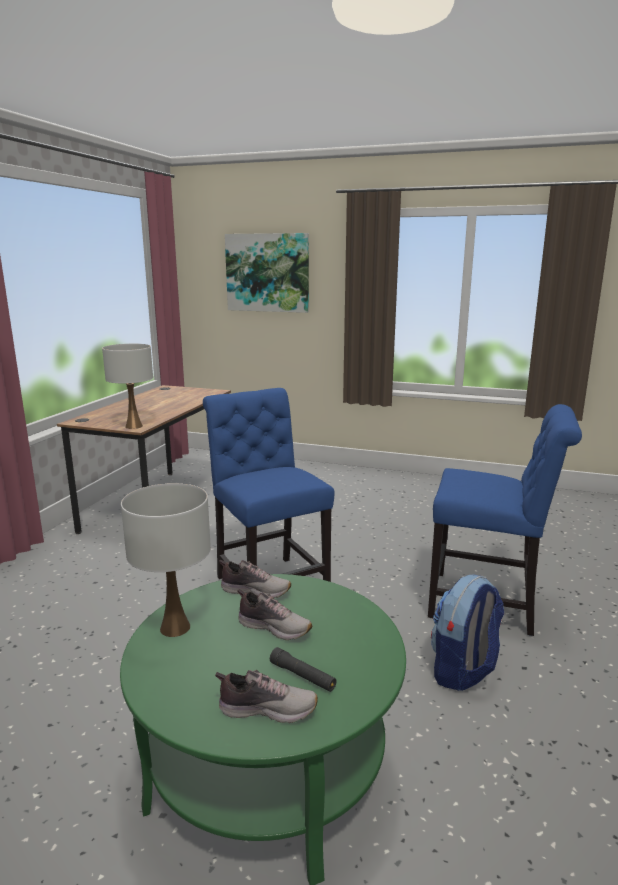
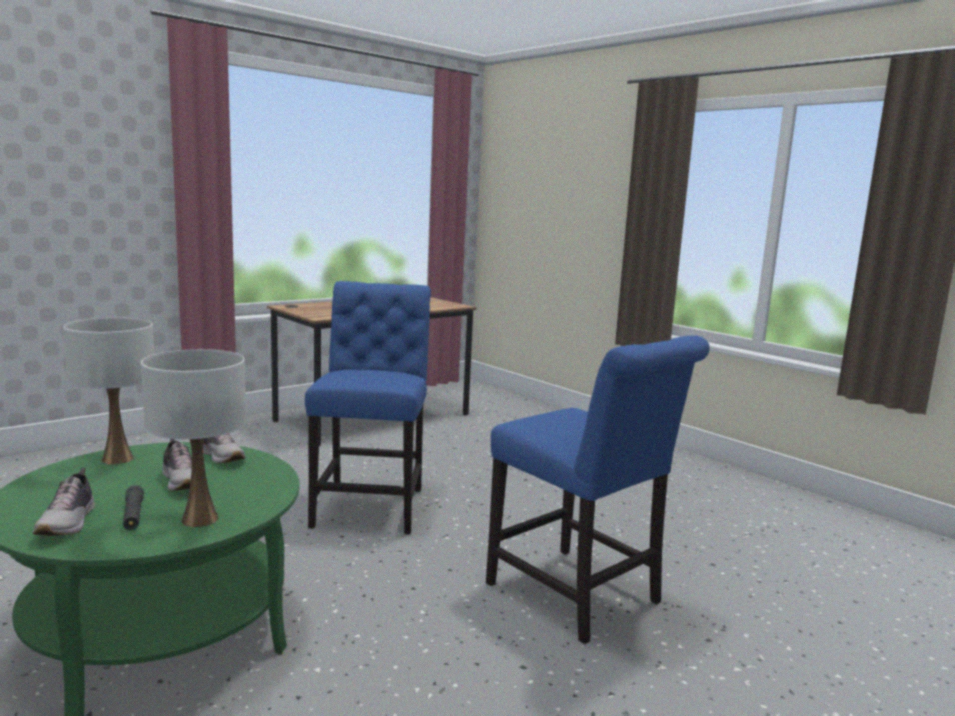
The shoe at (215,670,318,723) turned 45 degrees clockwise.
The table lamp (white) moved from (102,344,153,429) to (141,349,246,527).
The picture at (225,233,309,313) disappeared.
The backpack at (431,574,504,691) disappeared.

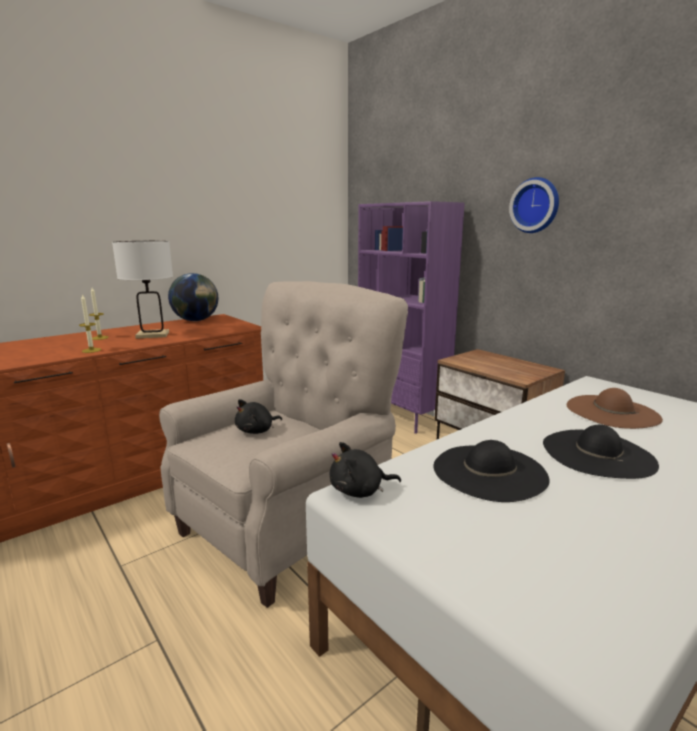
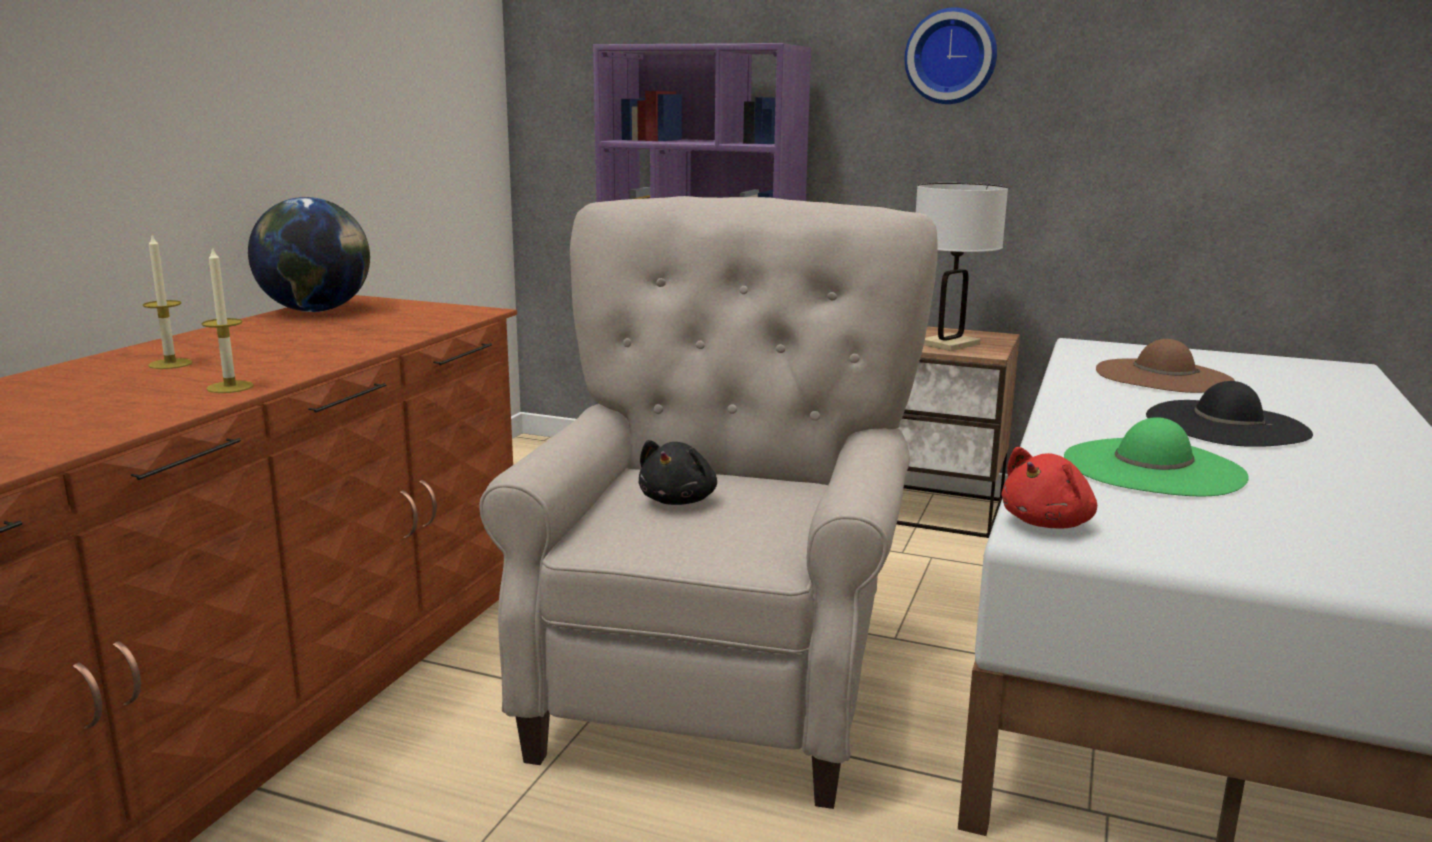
The table lamp (white) moved from (112,241,173,339) to (916,183,1008,351).
The plush toy (black) at (330,442,401,498) became the plush toy (red) at (1001,447,1097,528).
The hat (black) at (434,440,550,502) became the hat (green) at (1064,417,1249,497).

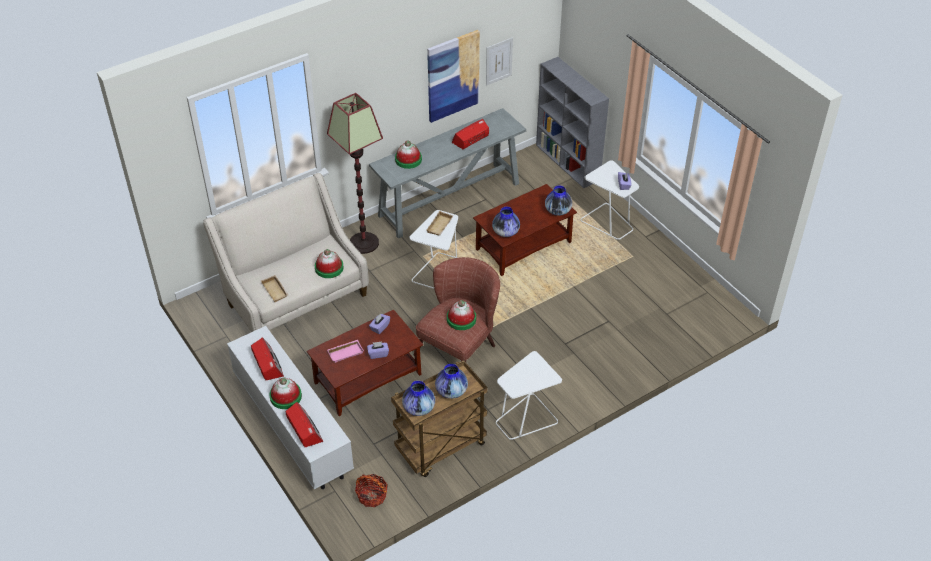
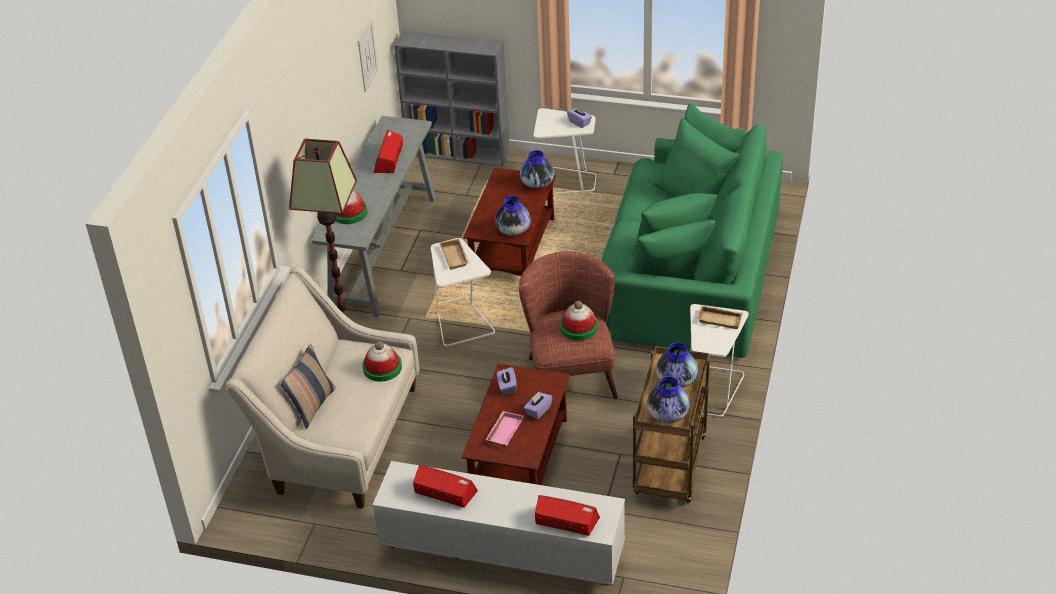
The pillow at (281,343,336,429) appeared.
The sofa (green) at (601,103,783,358) appeared.
The tray (beige) moved from (261,275,289,302) to (697,305,743,329).
The hat at (270,378,302,409) disappeared.
The basket at (355,474,387,507) disappeared.
The picture at (427,30,480,123) disappeared.

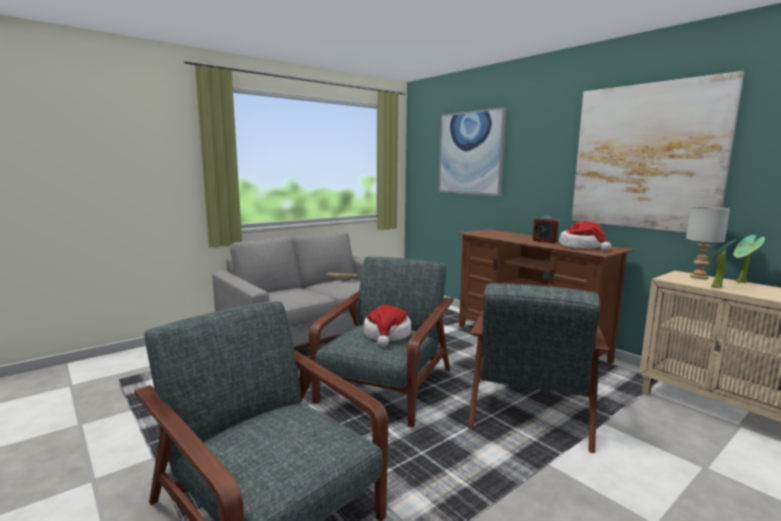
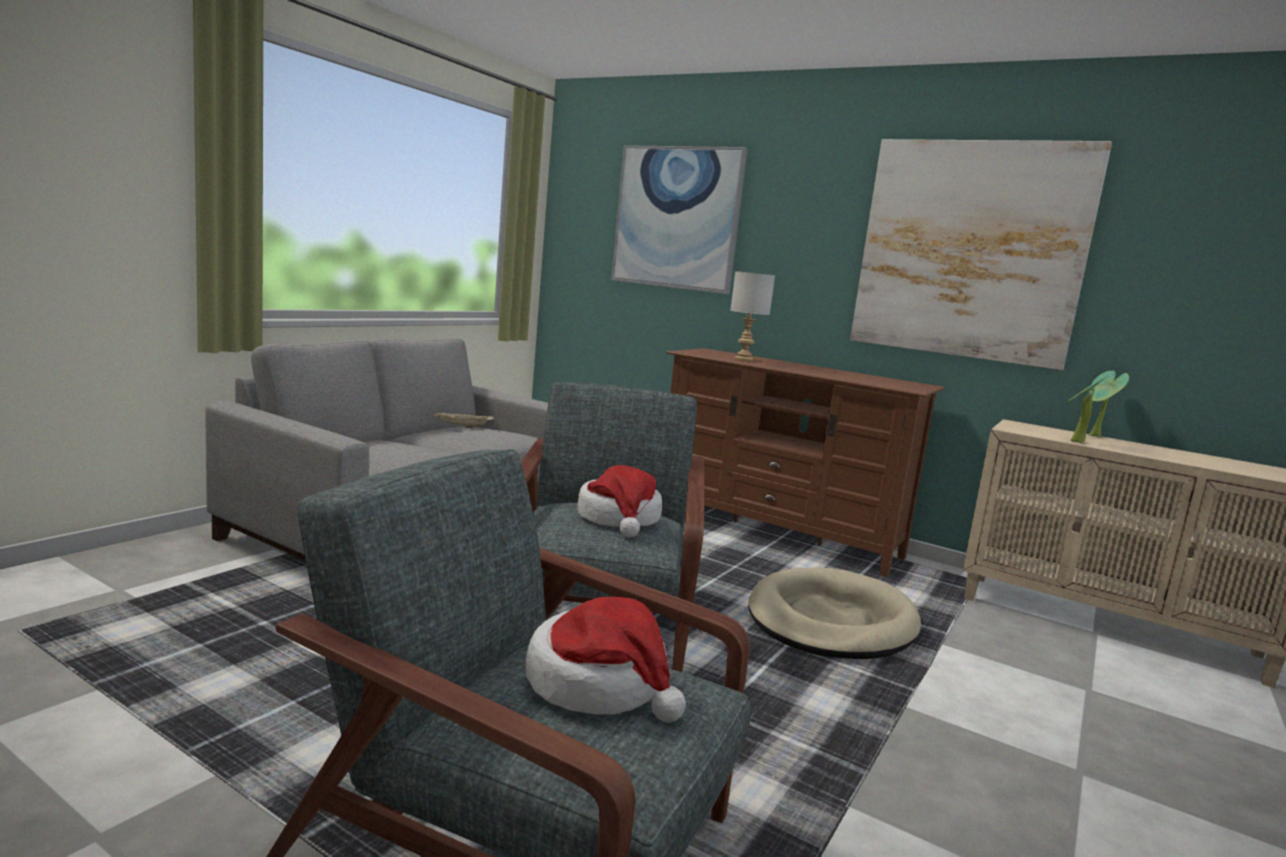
The hat moved from (559,221,611,251) to (525,597,686,723).
The table lamp (grey) moved from (686,207,730,279) to (730,271,775,361).
The armchair (grey) at (468,283,609,453) was replaced by the dog bed (beige) at (748,568,921,659).
The alarm clock at (533,216,560,243) disappeared.

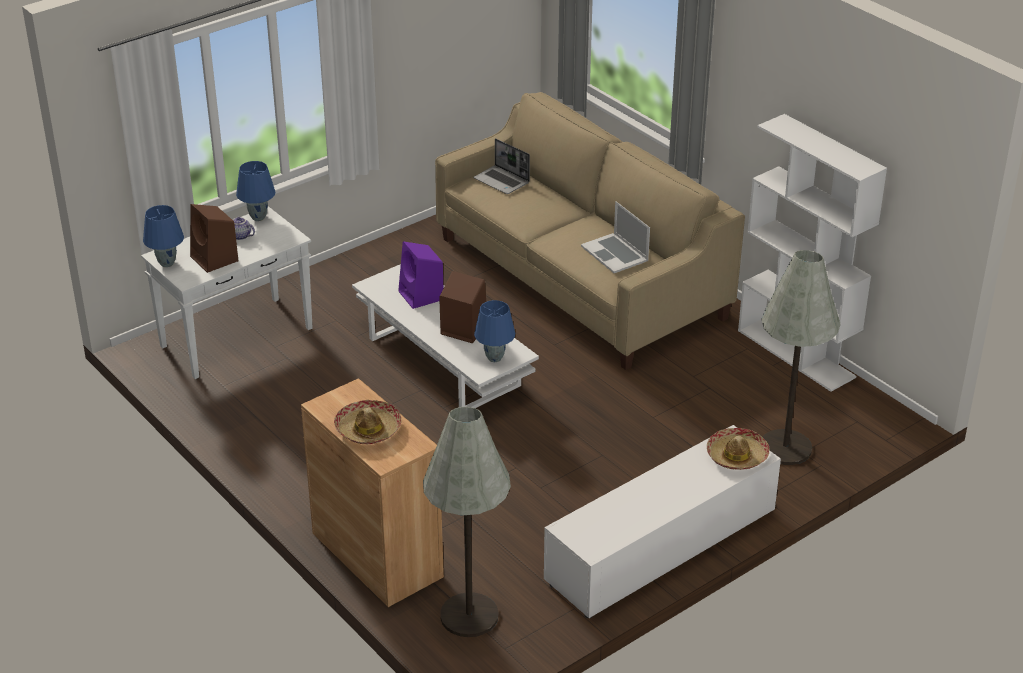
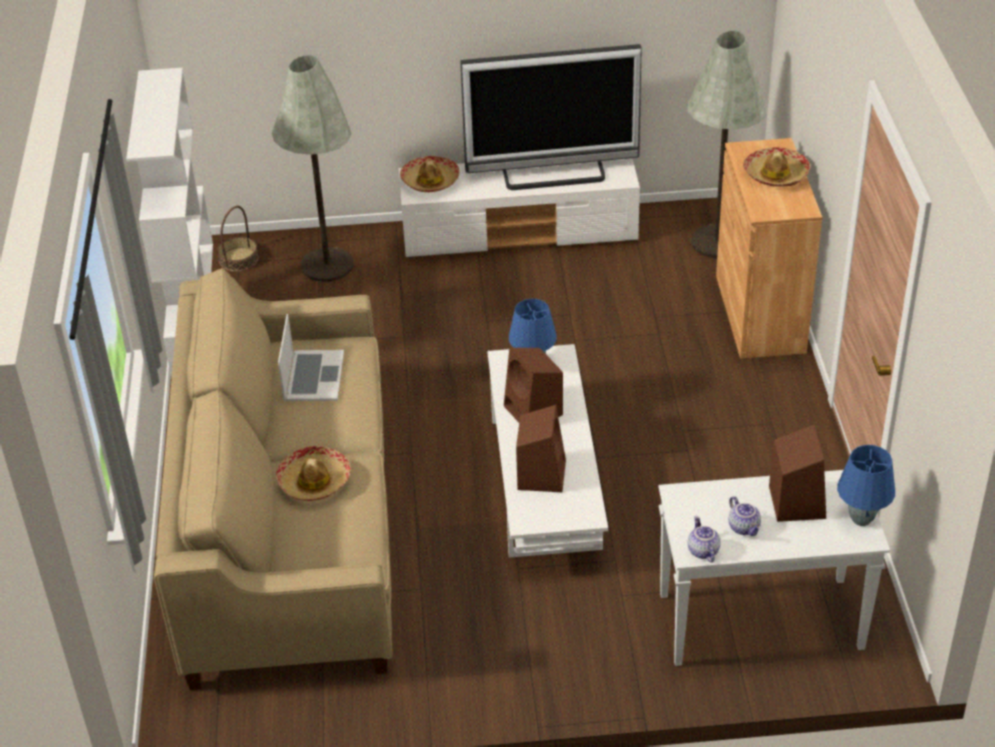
The basket at (217,206,259,272) appeared.
The hat at (276,446,351,501) appeared.
The television at (460,44,642,190) appeared.
The speaker (purple) at (398,241,443,309) became the speaker (brown) at (516,405,566,492).
The table lamp (blue) at (236,161,275,221) was replaced by the teapot at (688,516,721,563).
The laptop at (473,138,530,194) disappeared.

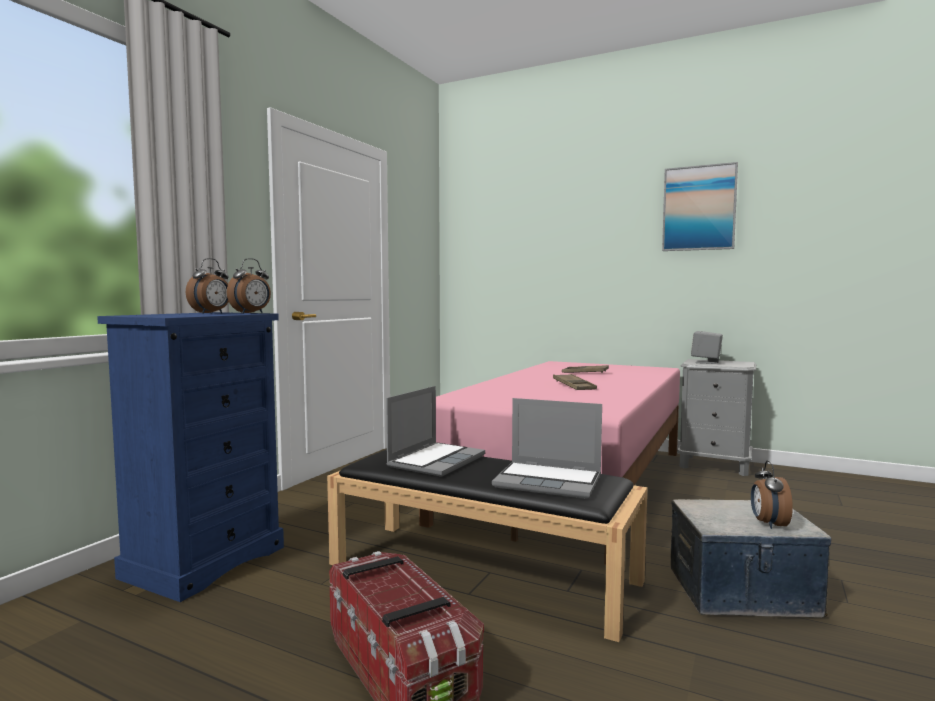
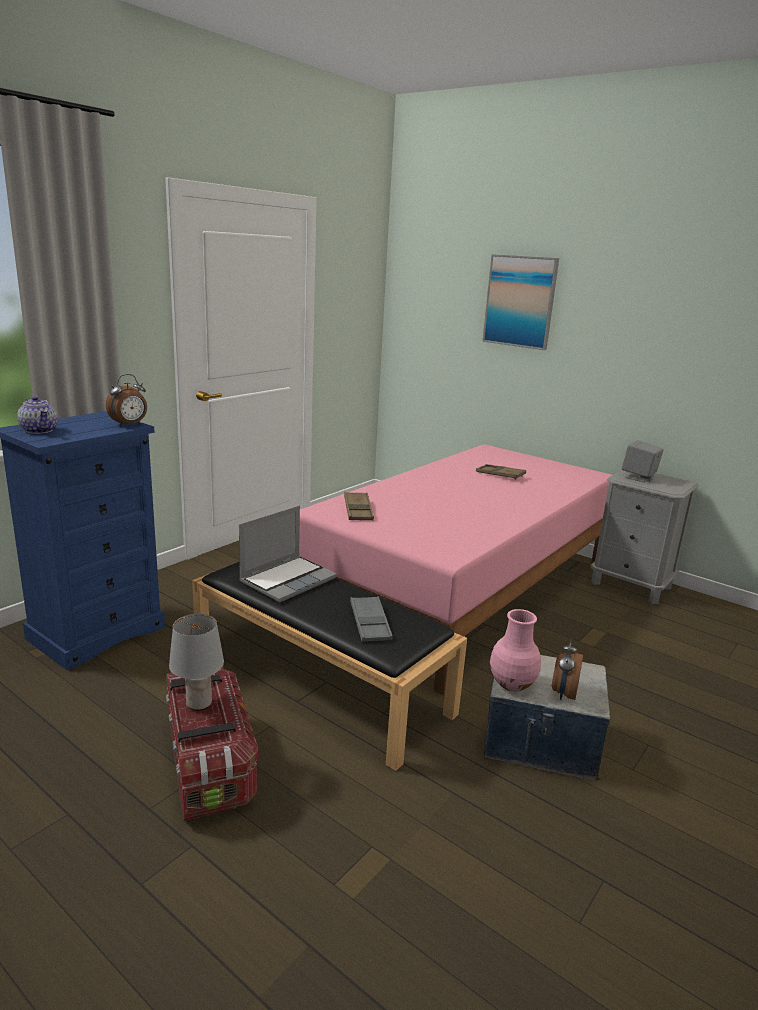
The teapot at (17,396,58,434) appeared.
The table lamp (grey) at (169,614,224,711) appeared.
The tray (brown) moved from (553,374,597,390) to (344,492,374,520).
The laptop at (492,398,602,499) was replaced by the tray (grey) at (350,596,393,642).
The picture moved from (662,162,738,251) to (482,254,559,350).
The vase (pink) at (490,609,541,692) appeared.
The alarm clock at (186,258,229,314) disappeared.

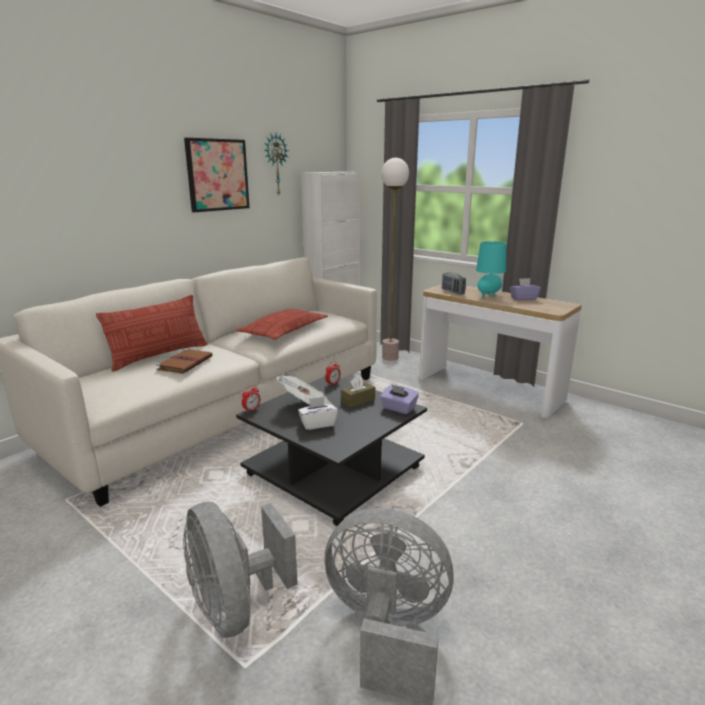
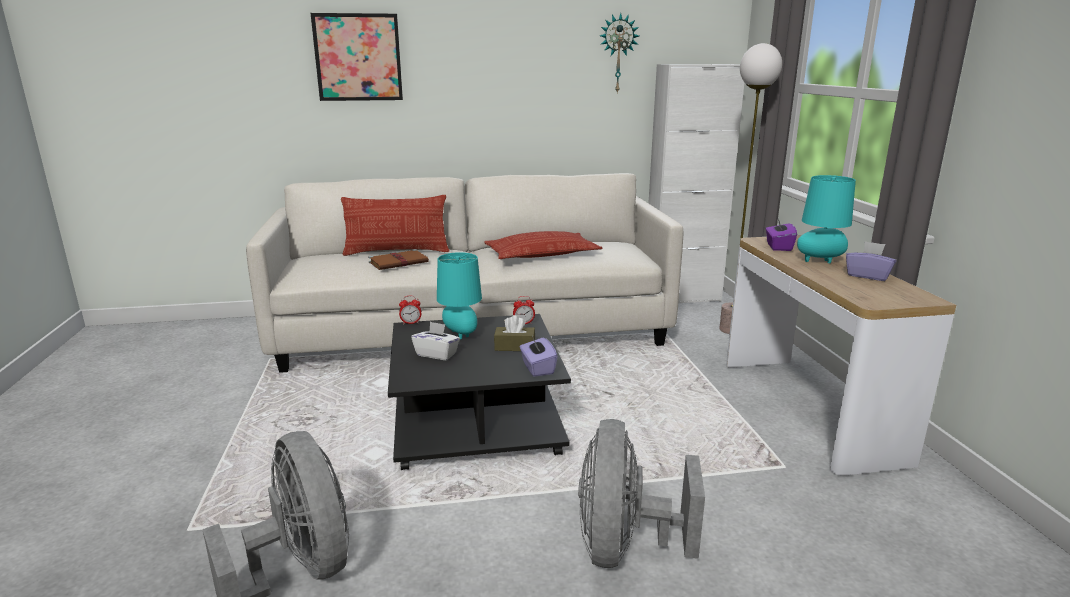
The picture moved from (184,138,250,212) to (311,13,403,101).
The newspaper at (276,376,334,406) was replaced by the table lamp (turquoise) at (437,252,482,339).
The fan (grey) moved from (183,502,298,638) to (578,419,705,568).
The radio at (442,273,466,295) was replaced by the tissue box (purple) at (766,219,797,251).

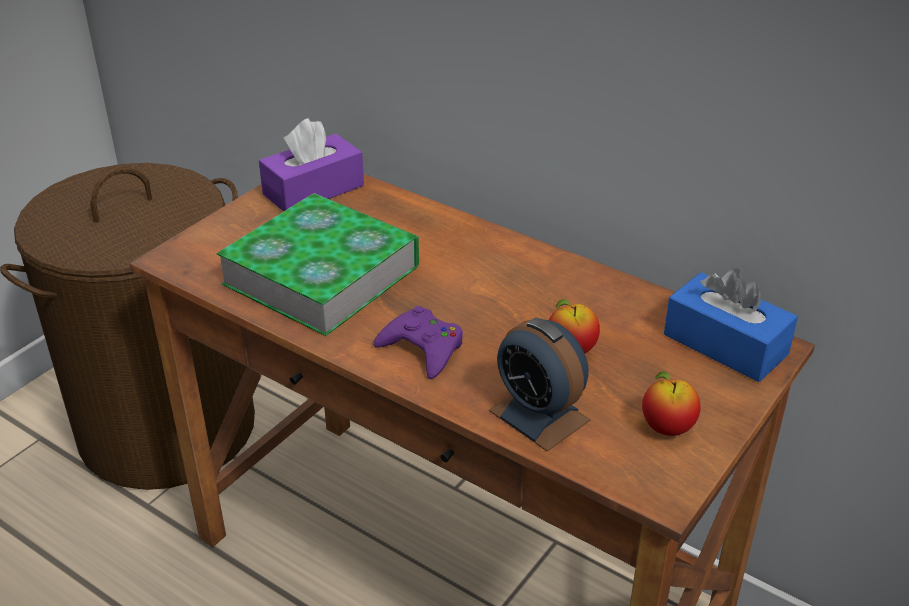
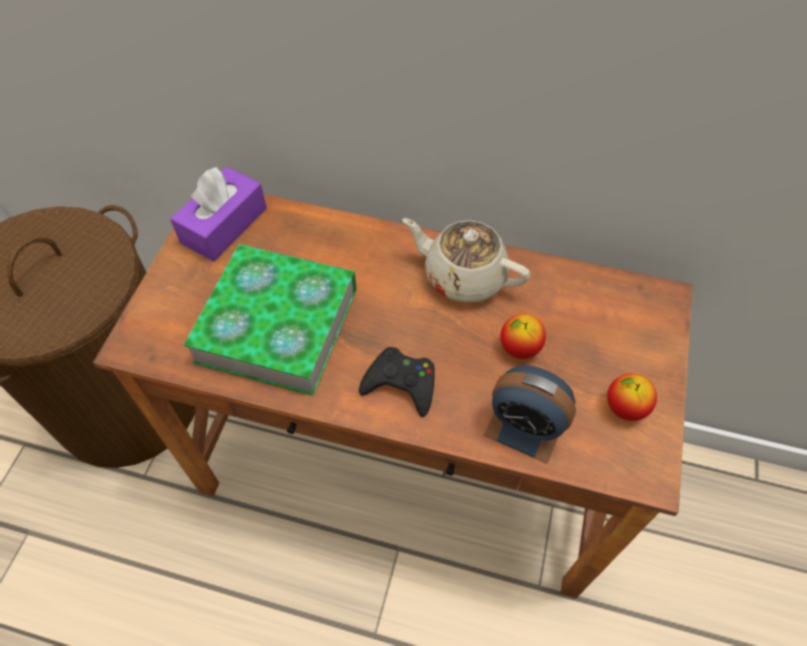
The game controller (purple) at (374,306,463,379) became the game controller (black) at (359,347,435,417).
The teapot (beige) at (402,218,530,303) appeared.
The tissue box (blue) at (664,268,798,382) disappeared.

